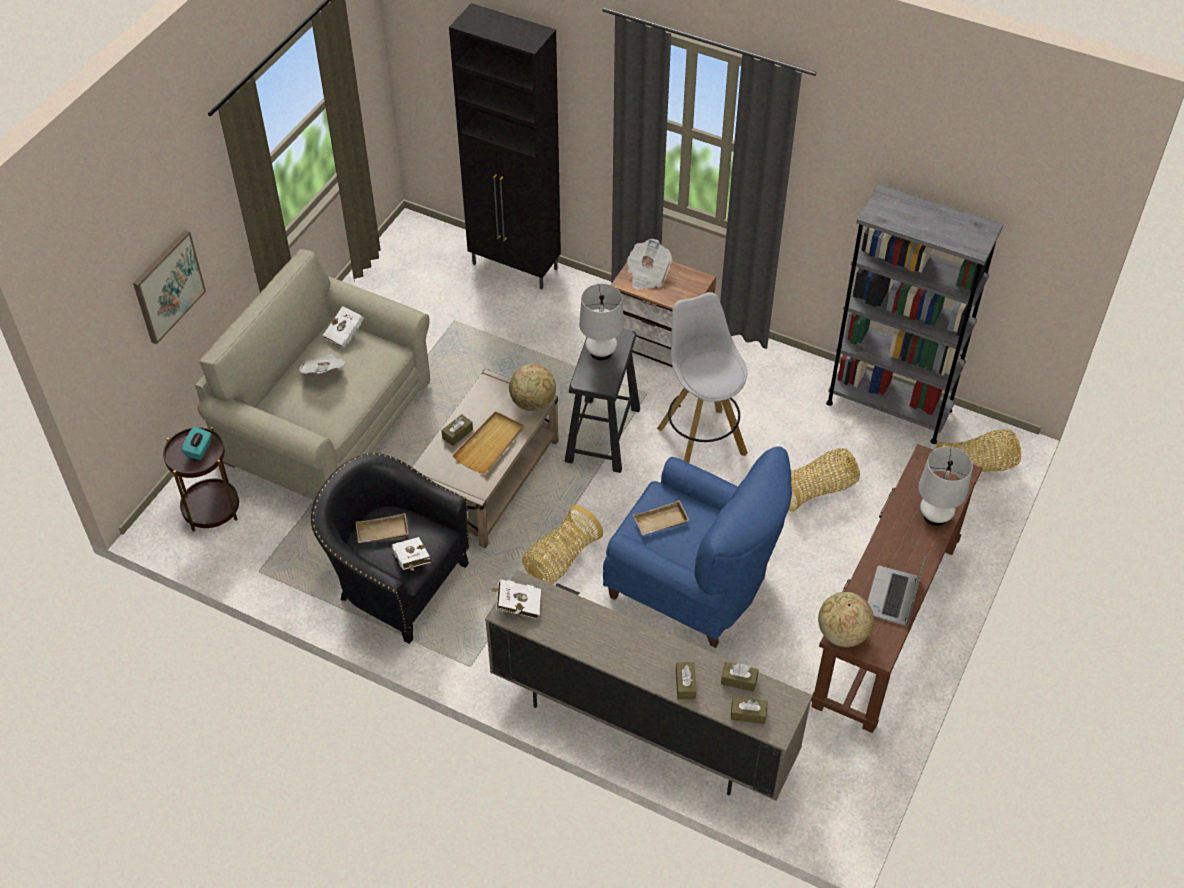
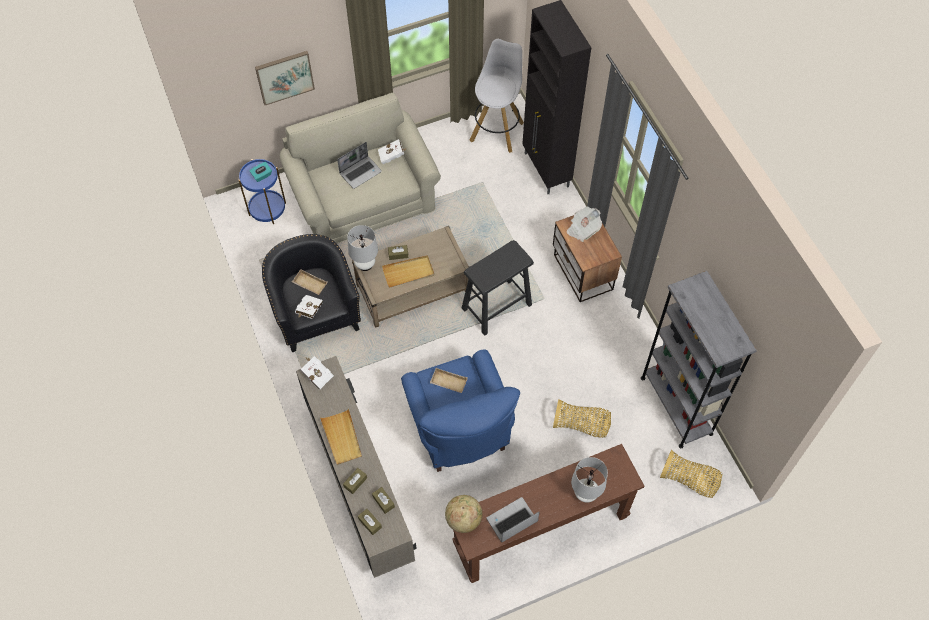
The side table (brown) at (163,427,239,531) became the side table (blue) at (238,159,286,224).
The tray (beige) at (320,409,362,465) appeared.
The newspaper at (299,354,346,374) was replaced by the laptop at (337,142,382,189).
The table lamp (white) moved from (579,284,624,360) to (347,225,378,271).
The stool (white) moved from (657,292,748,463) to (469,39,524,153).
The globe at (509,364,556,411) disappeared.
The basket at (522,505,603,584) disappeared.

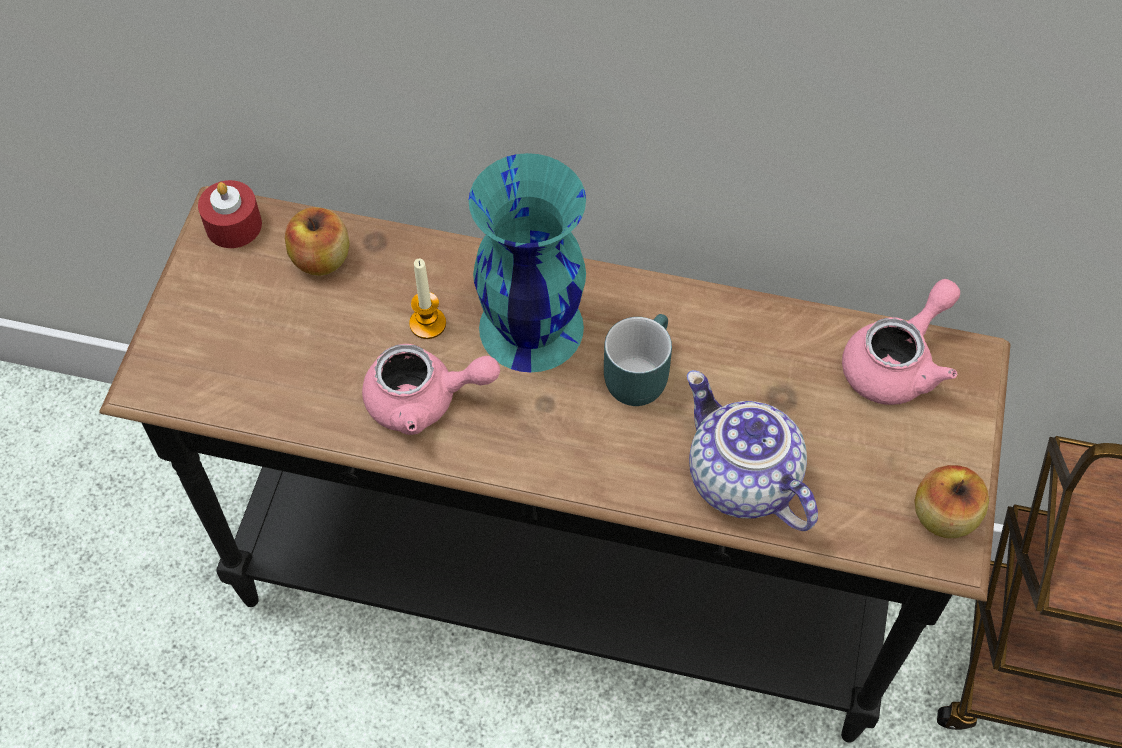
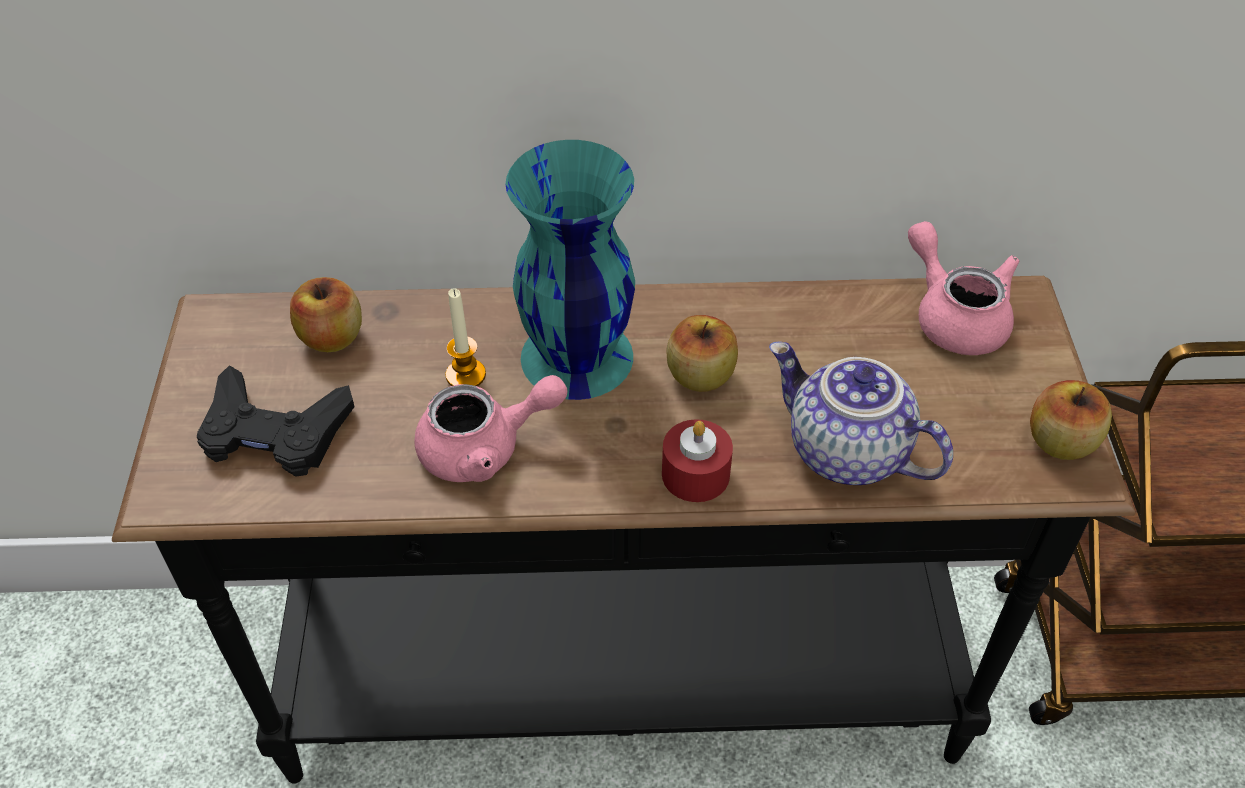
The game controller (black) at (197,365,355,477) appeared.
The candle (red) moved from (198,180,262,248) to (662,419,733,502).
The mug (turquoise) at (604,314,672,406) was replaced by the apple at (666,315,738,392).
The teapot (pink) at (842,279,960,405) turned 60 degrees counterclockwise.

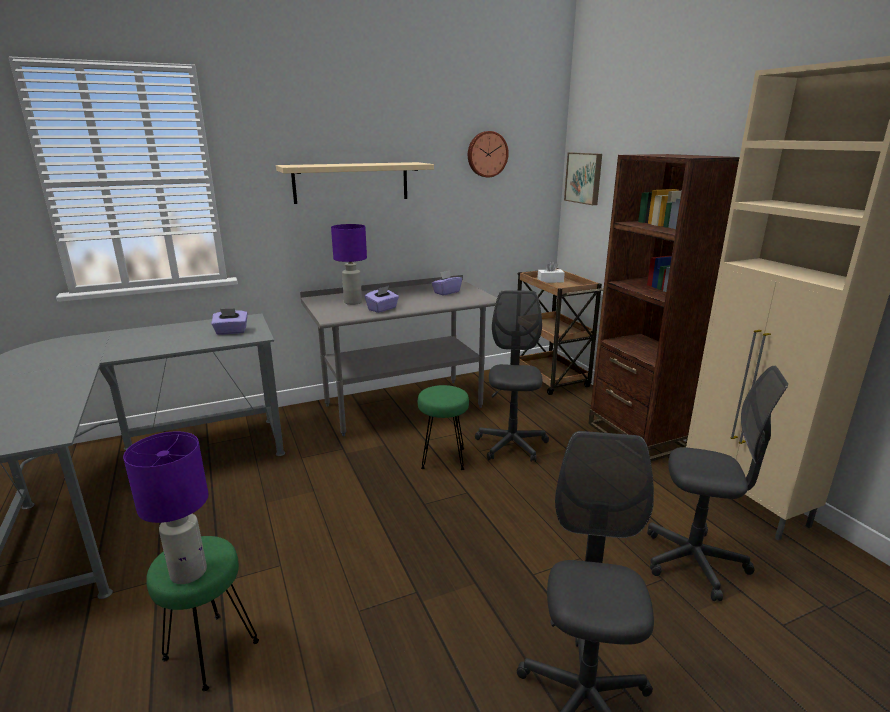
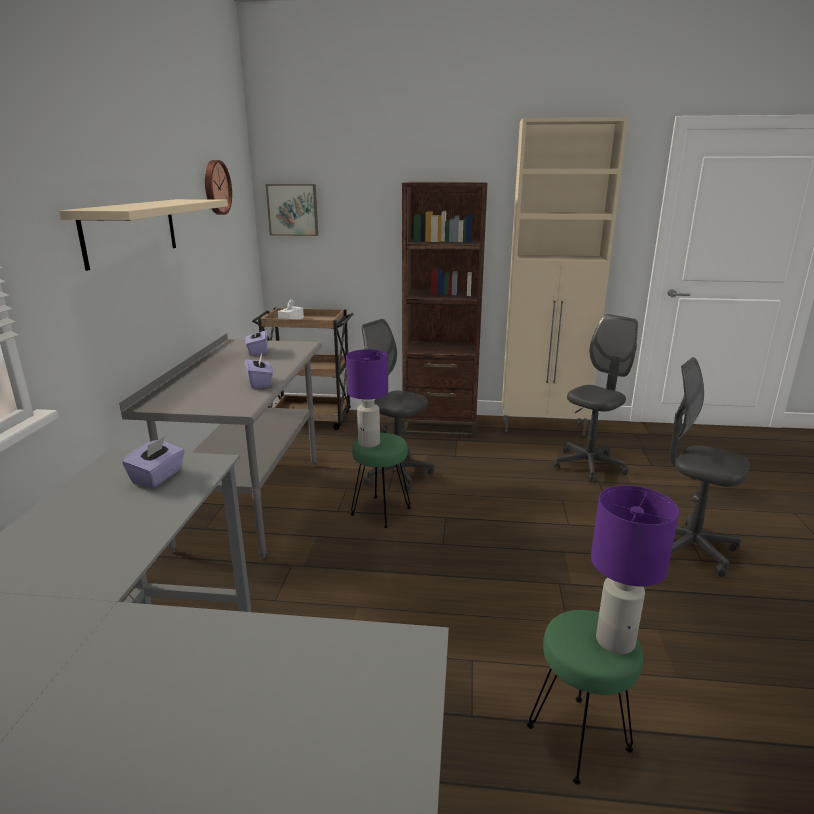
The table lamp (purple) moved from (331,224,367,305) to (346,349,388,447).

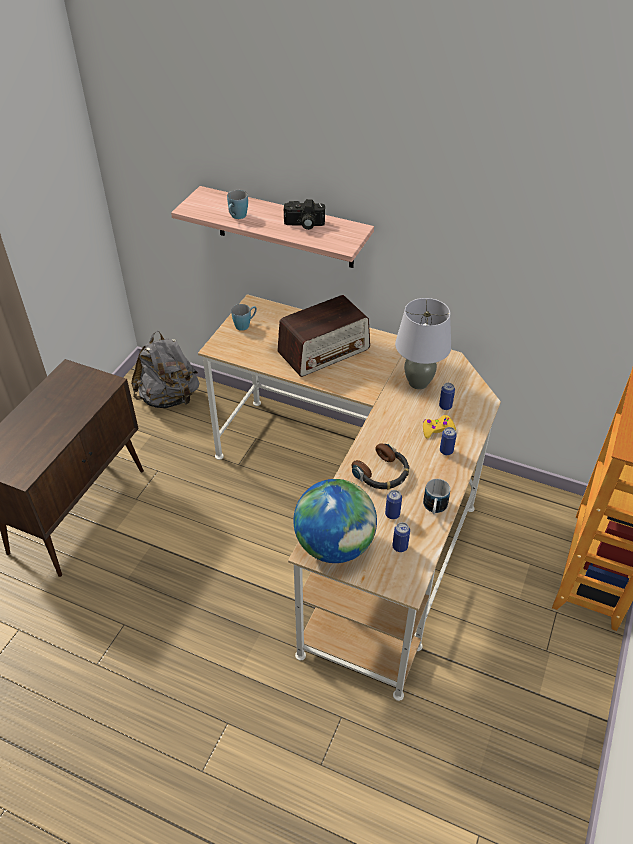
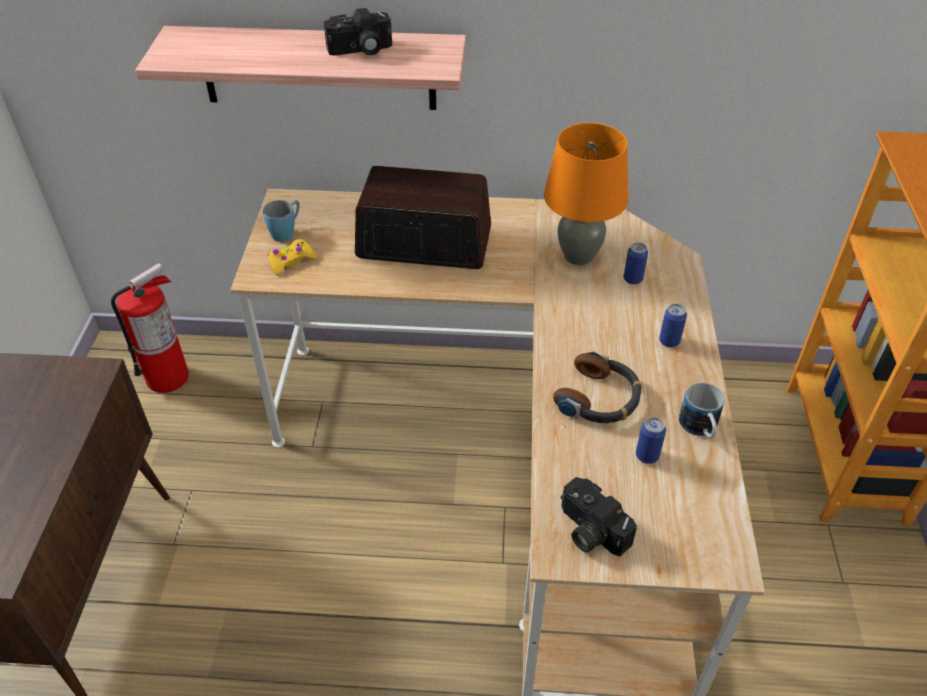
The backpack (grey) at (131,331,200,408) was replaced by the fire extinguisher at (111,263,189,393).
The game controller (yellow) moved from (423,415,456,438) to (268,239,317,276).
The radio at (277,295,370,377) turned 120 degrees counterclockwise.
The table lamp (grey) at (395,298,451,389) became the table lamp (orange) at (544,123,629,265).
The globe at (293,479,377,563) was replaced by the photo camera at (560,477,637,556).
The mug (blue) at (227,190,248,219) disappeared.
The can at (392,522,410,552) disappeared.

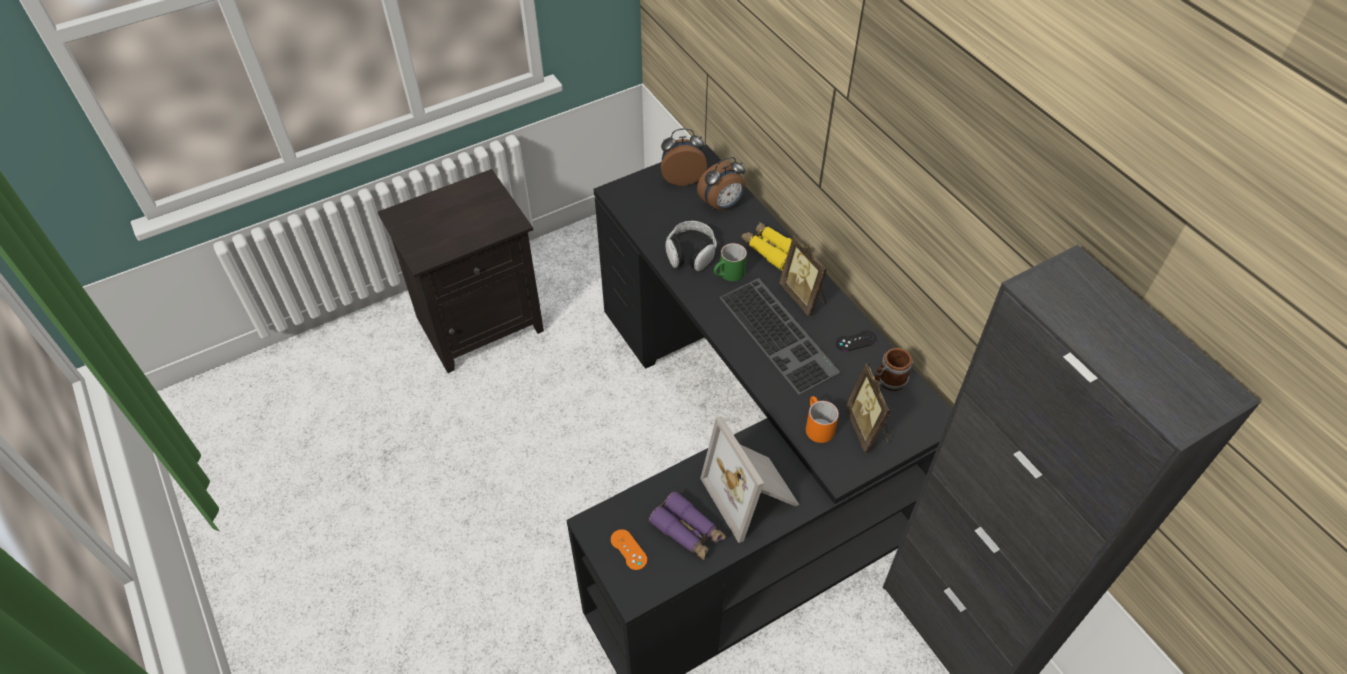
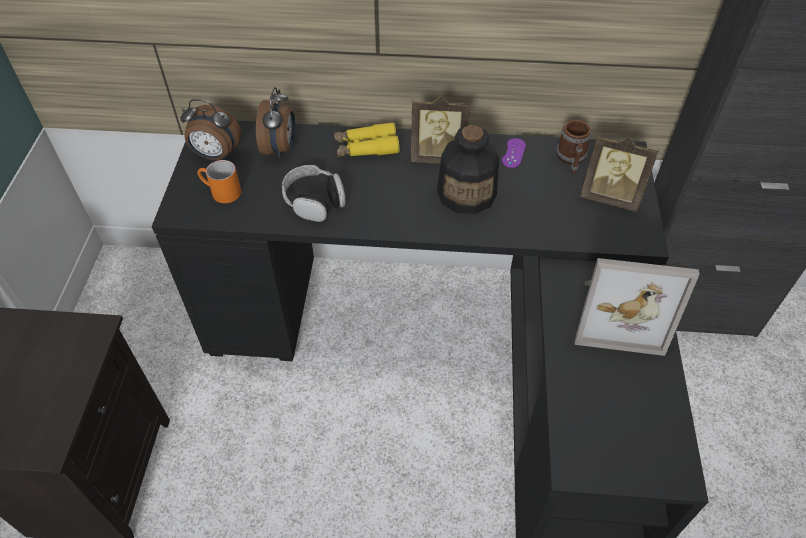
The alarm clock at (661,128,707,186) turned 105 degrees counterclockwise.
The mug (orange) moved from (806,396,839,443) to (198,160,241,203).
The keyboard at (719,278,840,395) was replaced by the bottle at (437,125,499,214).
The game controller (black) at (836,330,877,351) became the game controller (purple) at (502,138,526,168).
The game controller (orange) at (611,529,647,570) disappeared.
The binoculars (purple) at (649,491,726,560) disappeared.
The mug (green) at (714,243,747,281) disappeared.

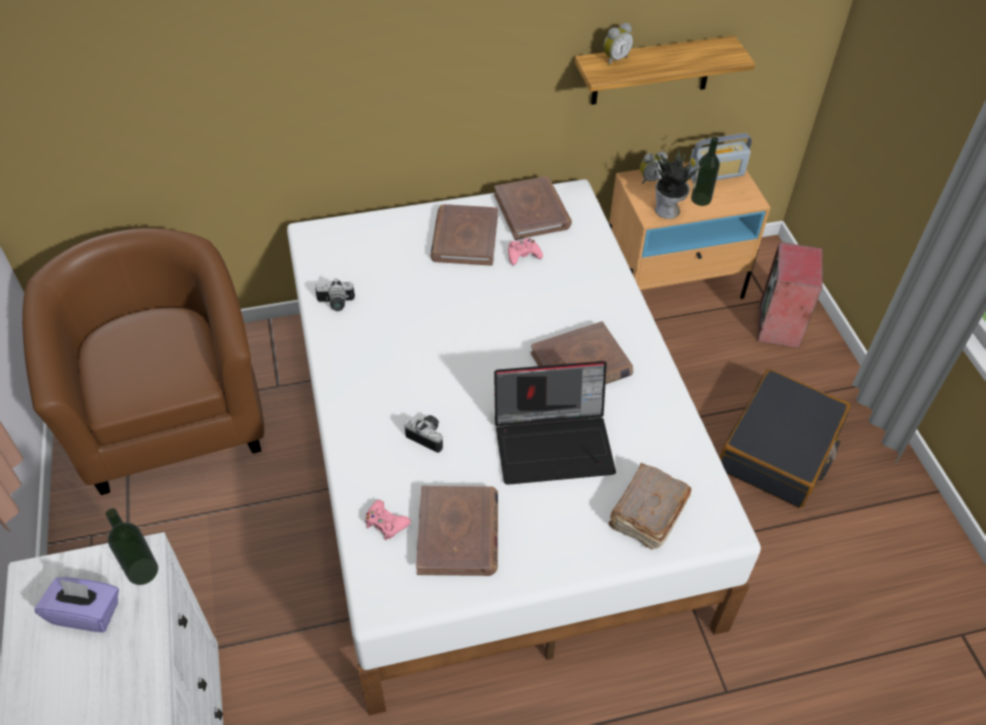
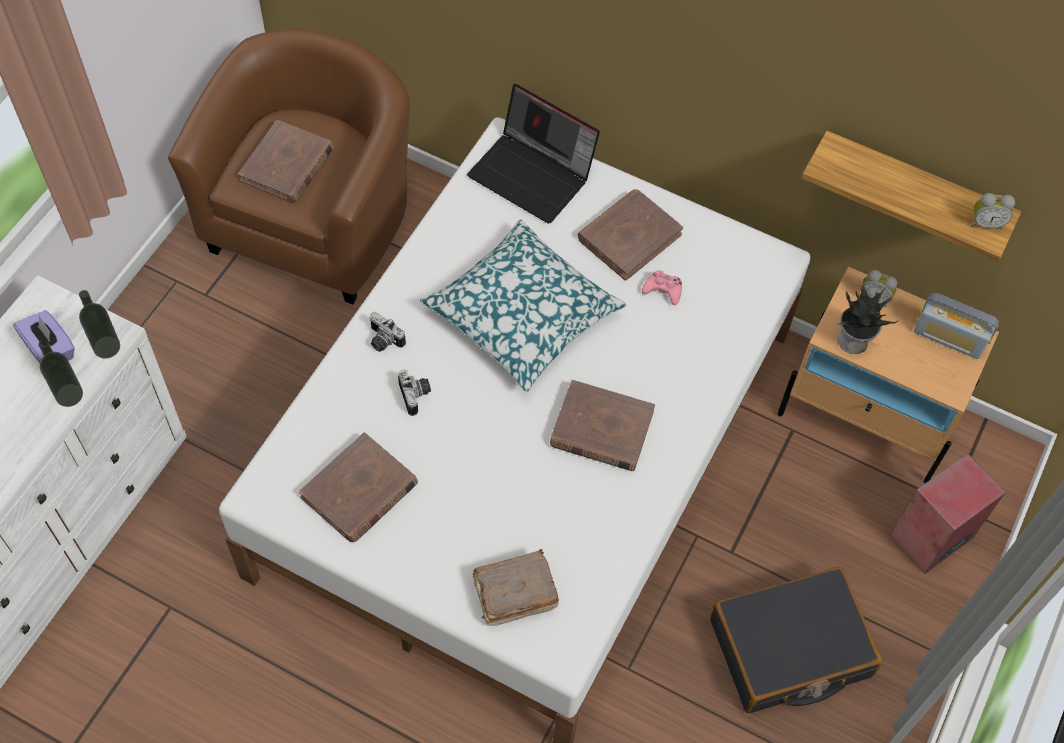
The bottle moved from (691,137,720,206) to (38,340,83,407).
The book (brown) moved from (494,176,572,240) to (238,120,334,203).
The photo camera moved from (315,278,355,311) to (369,312,406,352).
The pillow at (420,220,627,392) appeared.
The laptop moved from (494,361,616,485) to (467,84,600,224).
The alarm clock moved from (603,23,633,65) to (971,193,1015,230).
The game controller (pink) at (365,500,411,540) disappeared.

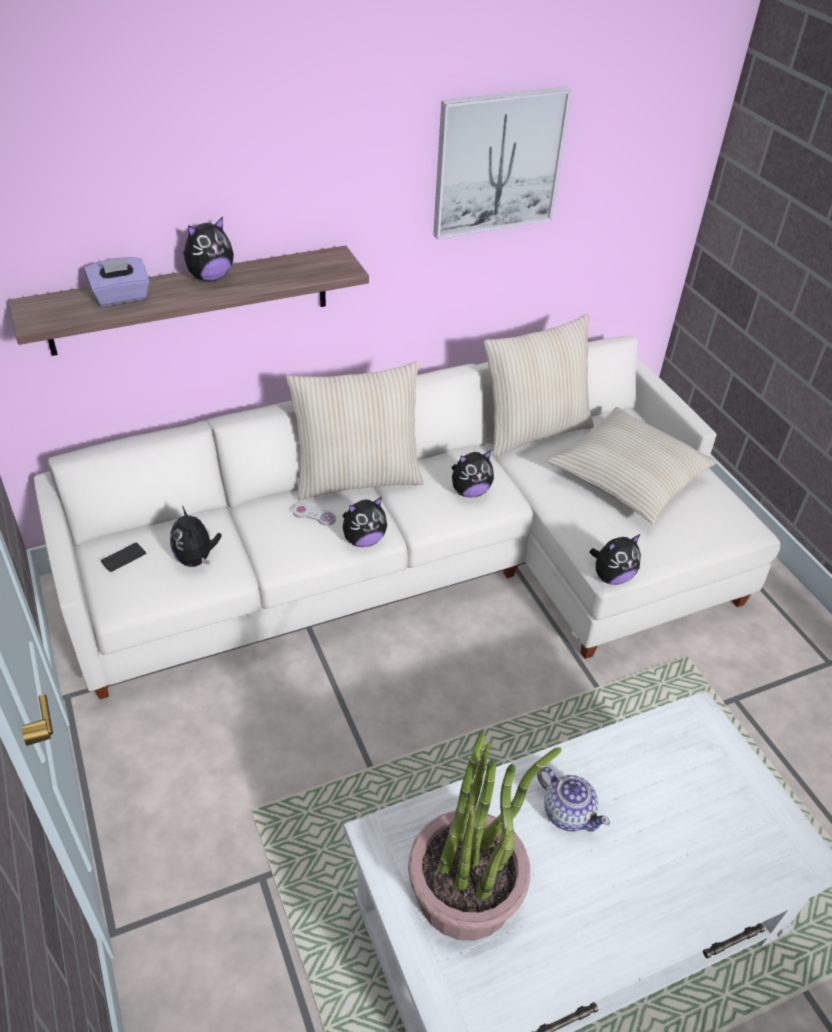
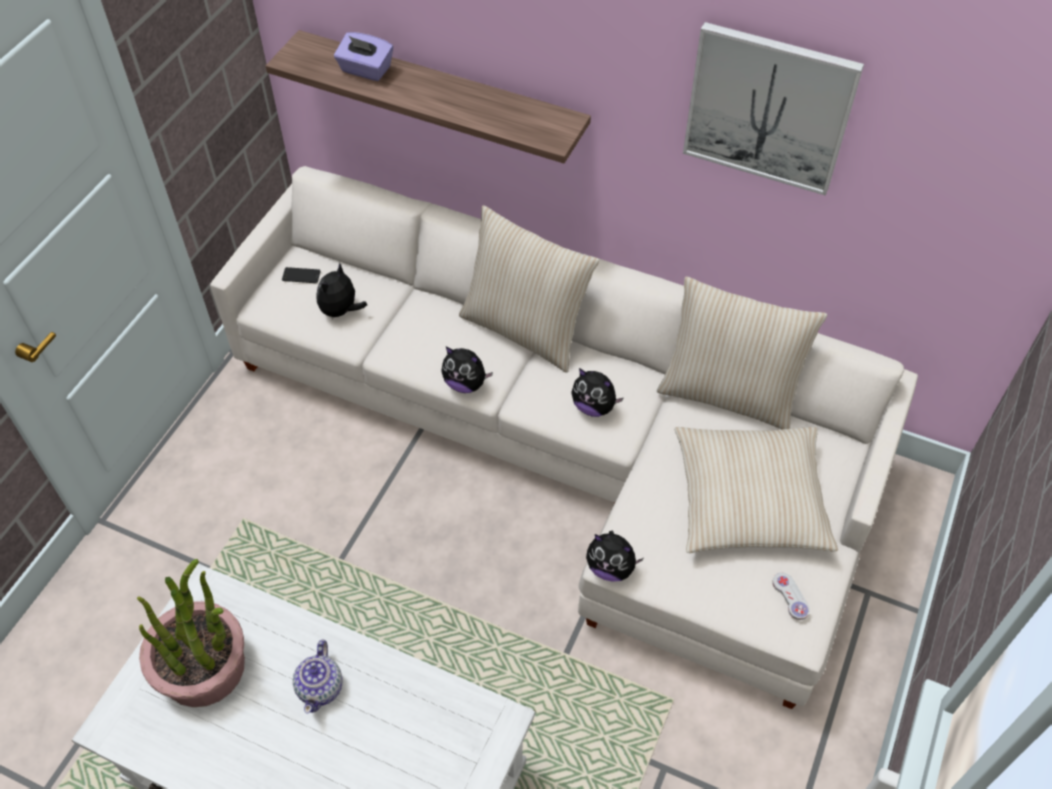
The game controller (white) moved from (293,504,336,526) to (772,573,810,620).
The plush toy at (183,217,234,281) disappeared.

